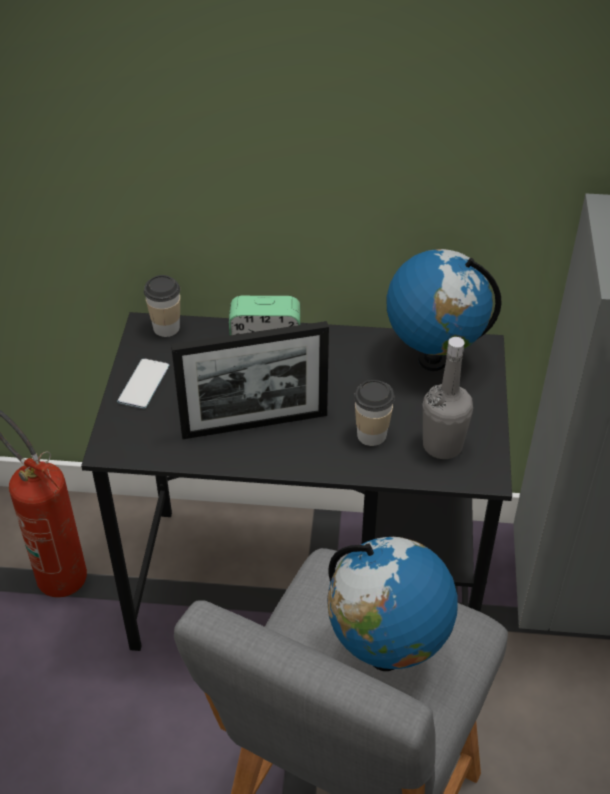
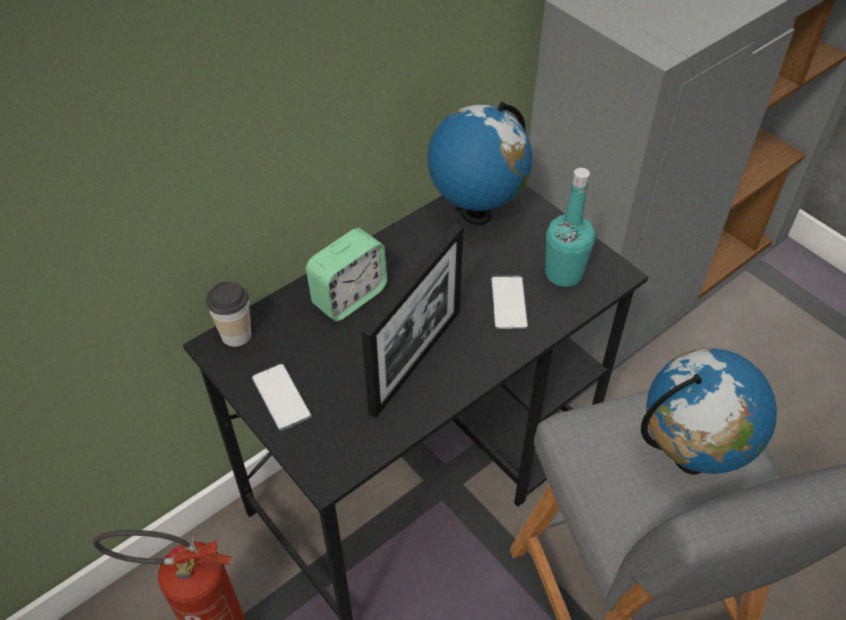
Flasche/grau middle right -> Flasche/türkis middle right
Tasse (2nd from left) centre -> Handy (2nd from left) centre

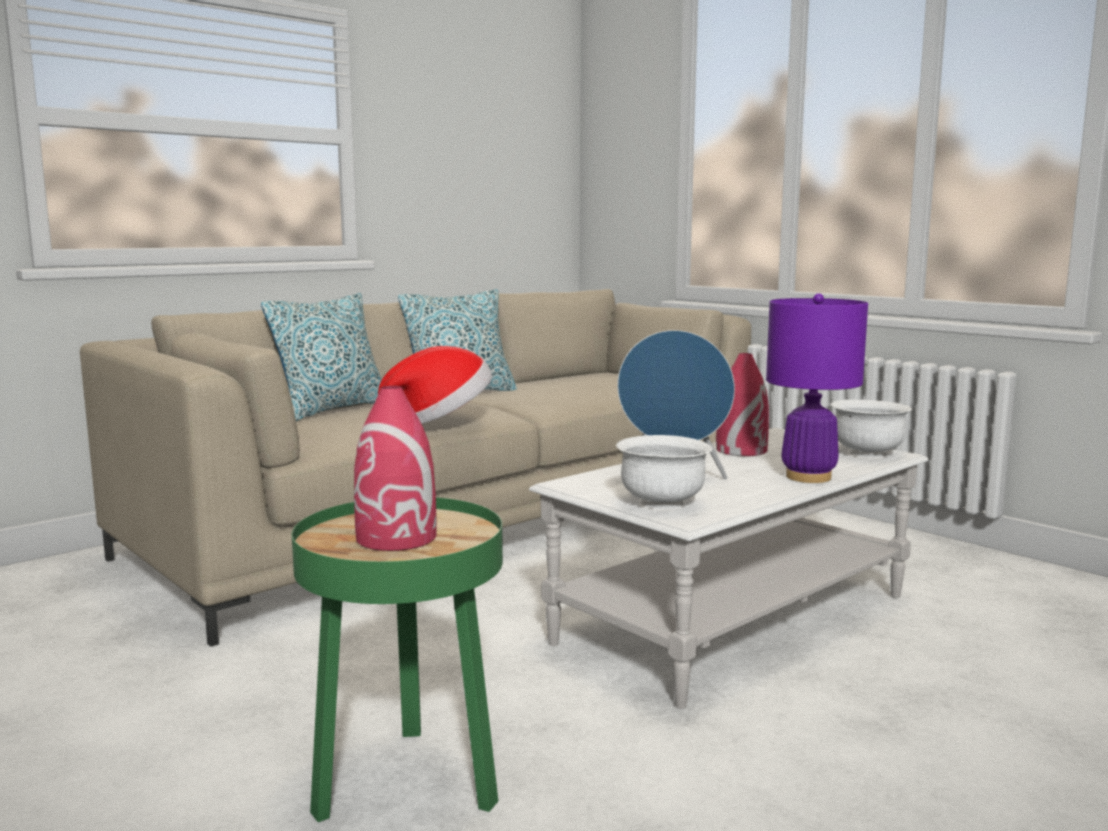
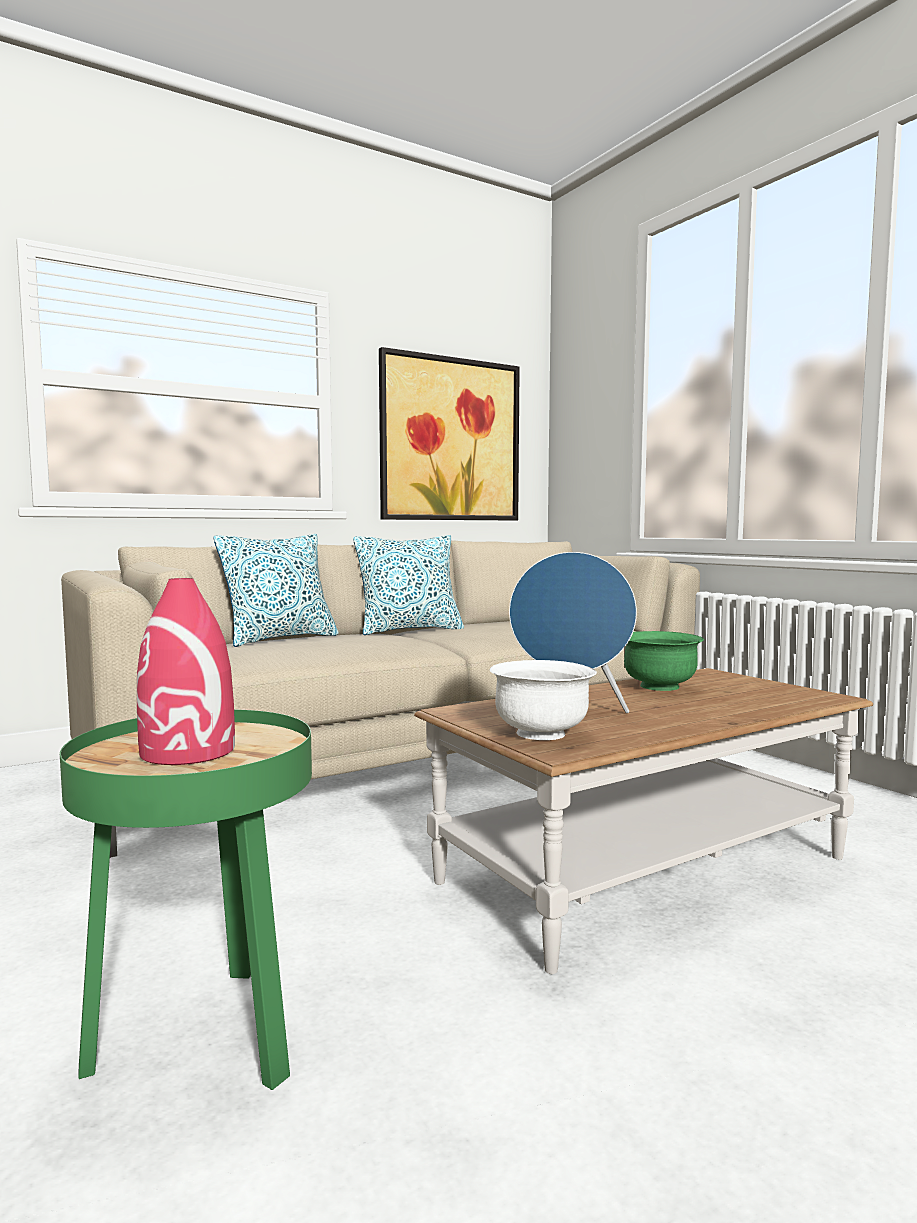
Tischlampe/lila middle right -> none
Hut centre -> none
Vase/rot (2nd from left) middle right -> Schüssel/grün middle right
Schüssel/weiß (2nd from left) middle right -> none
Couchtisch/weiß bottom centre -> Couchtisch/braun bottom right
none -> Bild centre

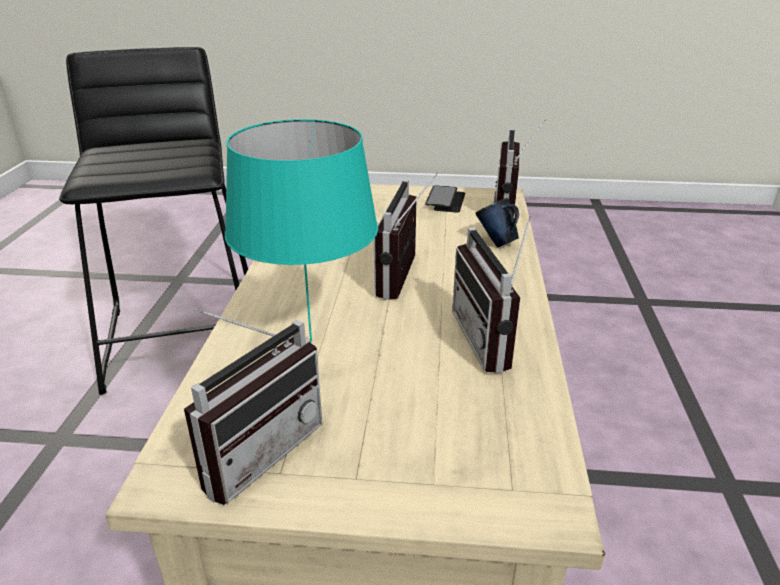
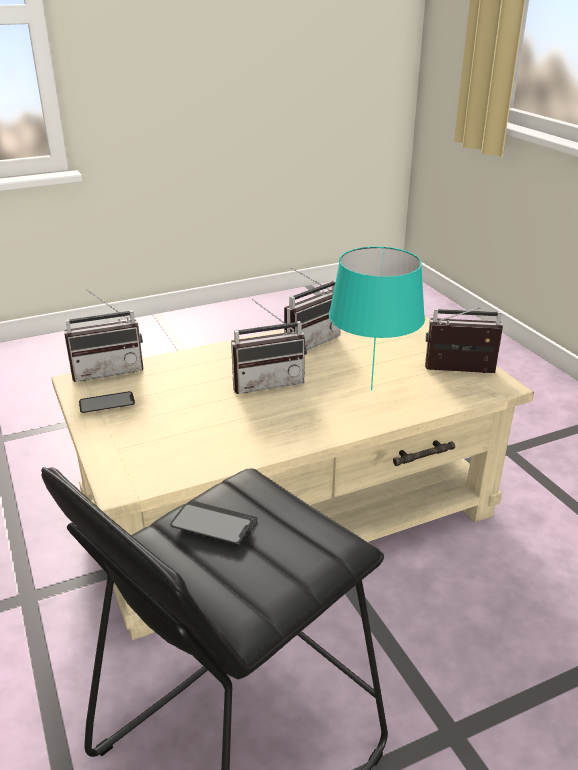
Henkelbecher/blau centre -> none
none -> Handy (2nd from left) bottom centre

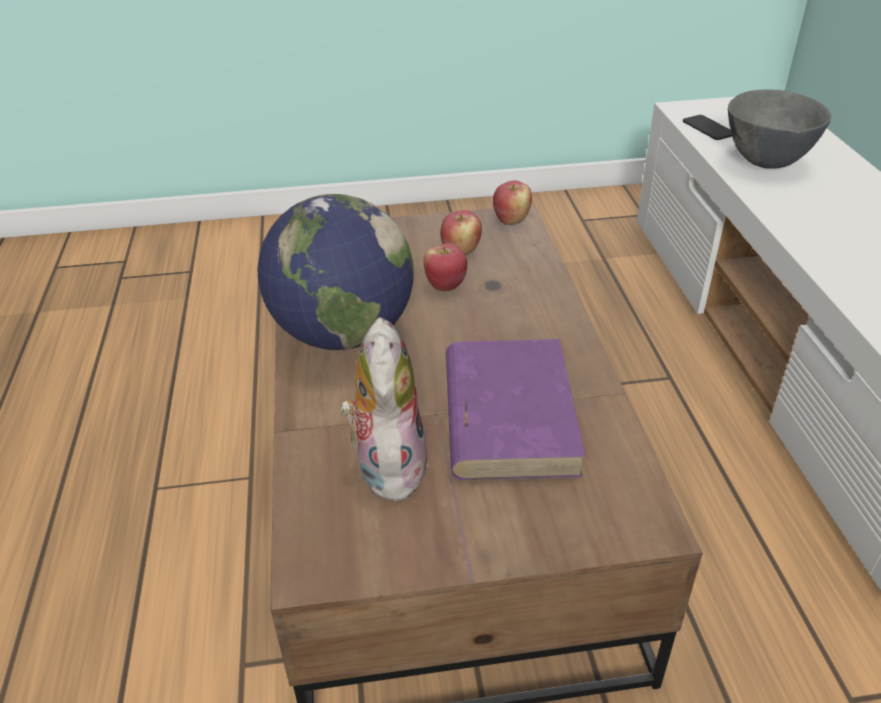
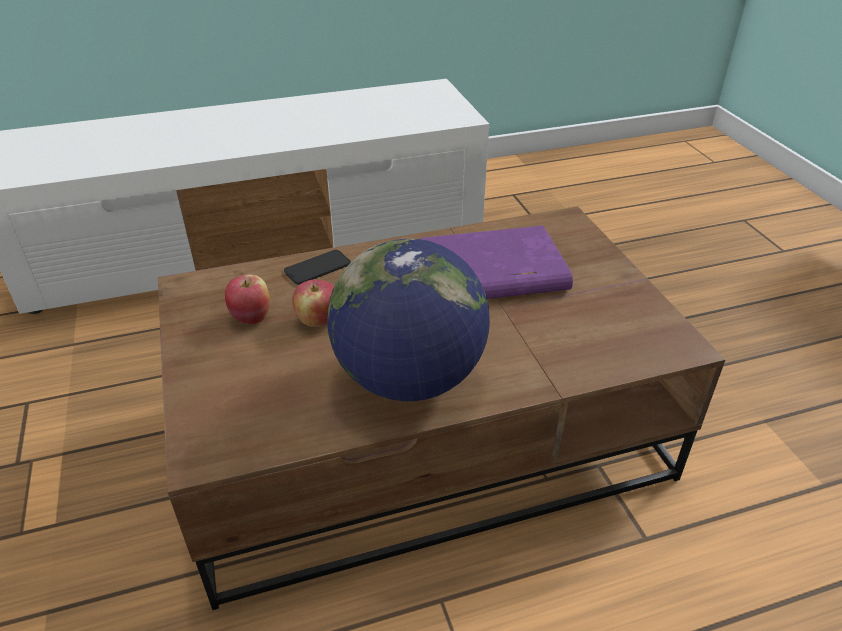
Schüssel/grau top right -> none
Handy top right -> Handy centre, moved
Apfel (3rd from left) top centre -> none
Plüschtier centre -> none

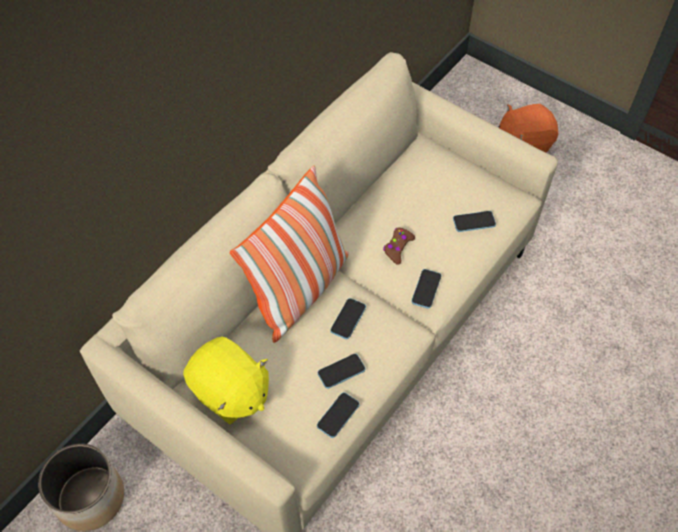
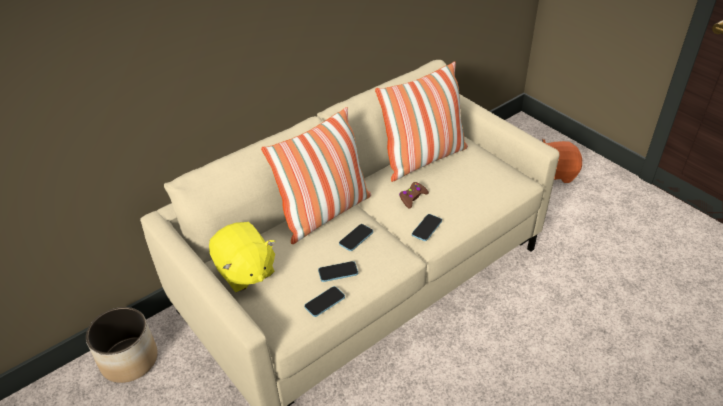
Handy (5th from left) middle right -> none
none -> Kissen (2nd from left) top centre

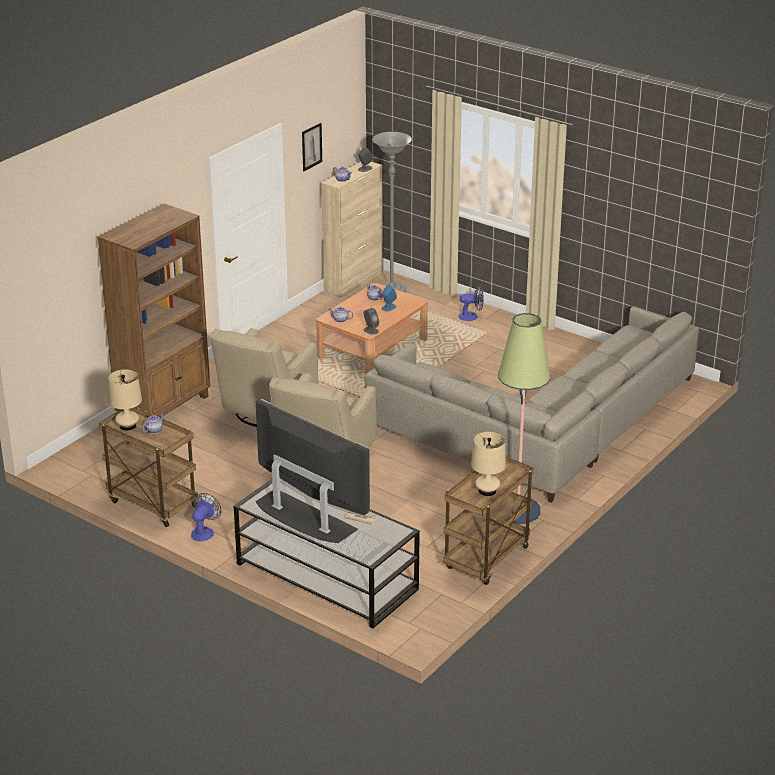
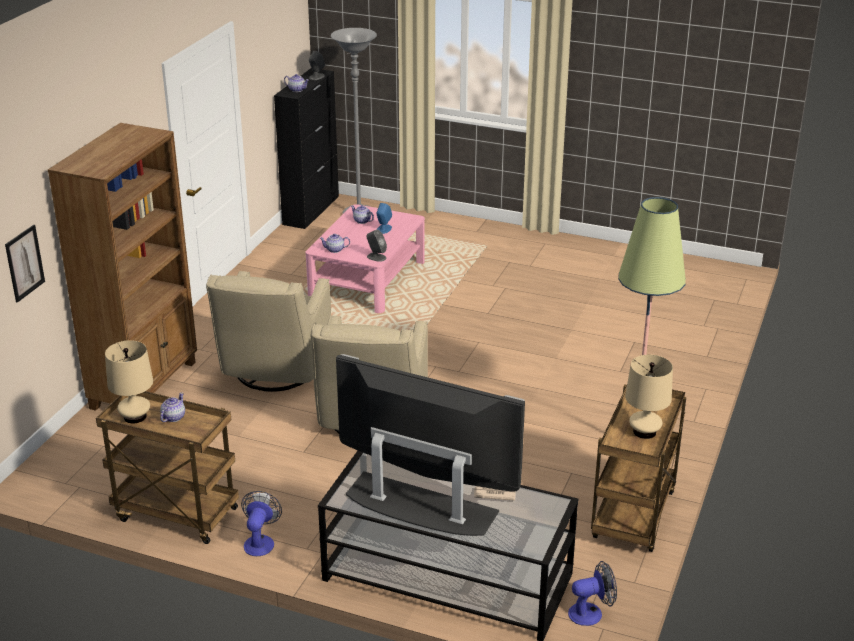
Bild top centre -> Bild middle left, moved
Schrank/beige top centre -> Schrank/schwarz top centre
Couchtisch/braun centre -> Couchtisch/rosa centre
Ventilator (2nd from left) centre -> Ventilator (2nd from left) bottom right, moved
Sofa/grau middle right -> none

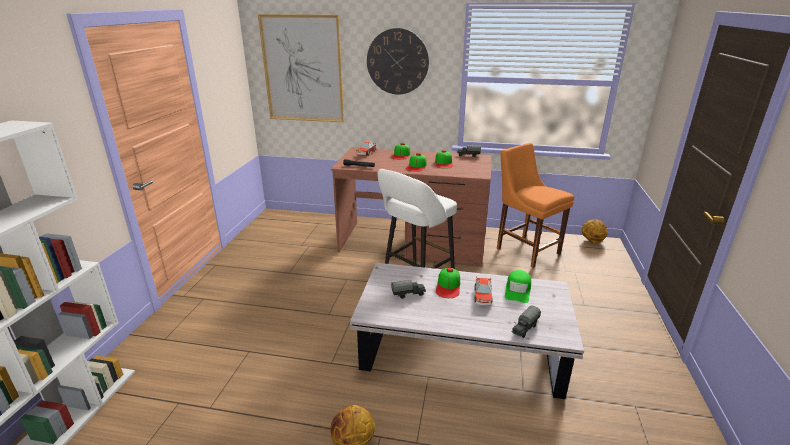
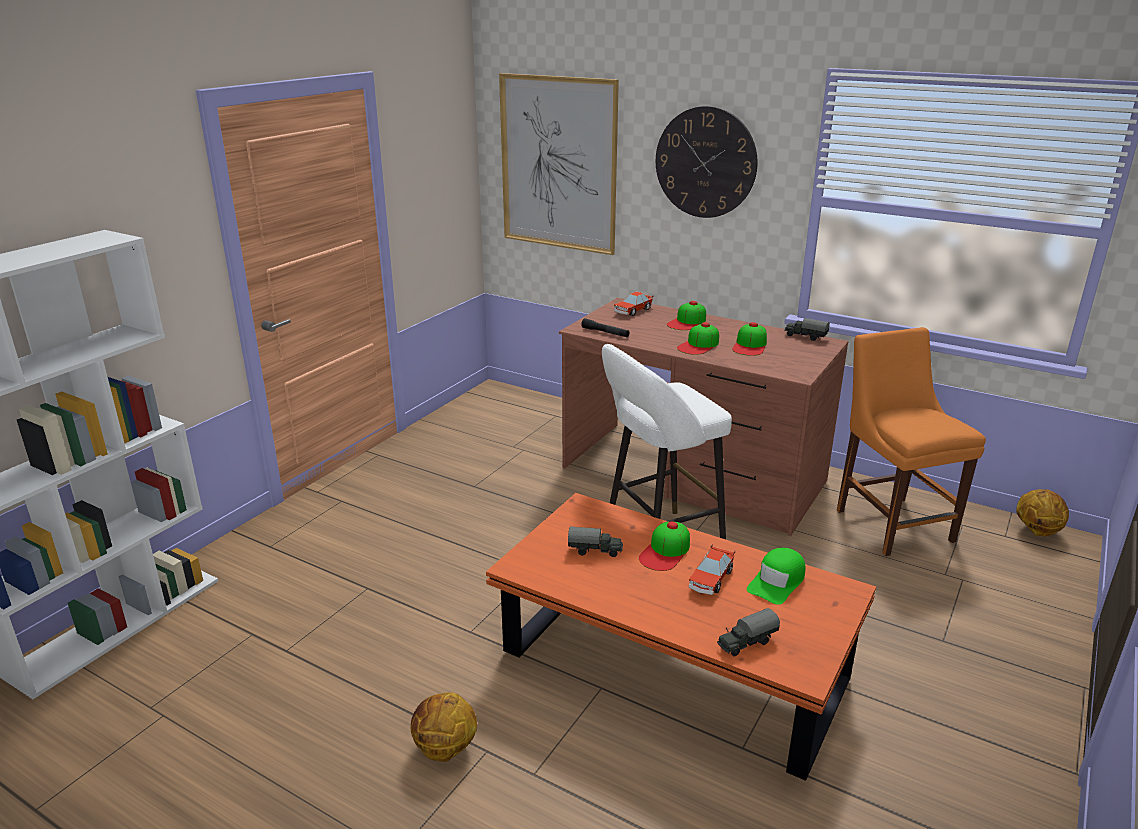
Couchtisch/weiß bottom centre -> Couchtisch/orange bottom centre

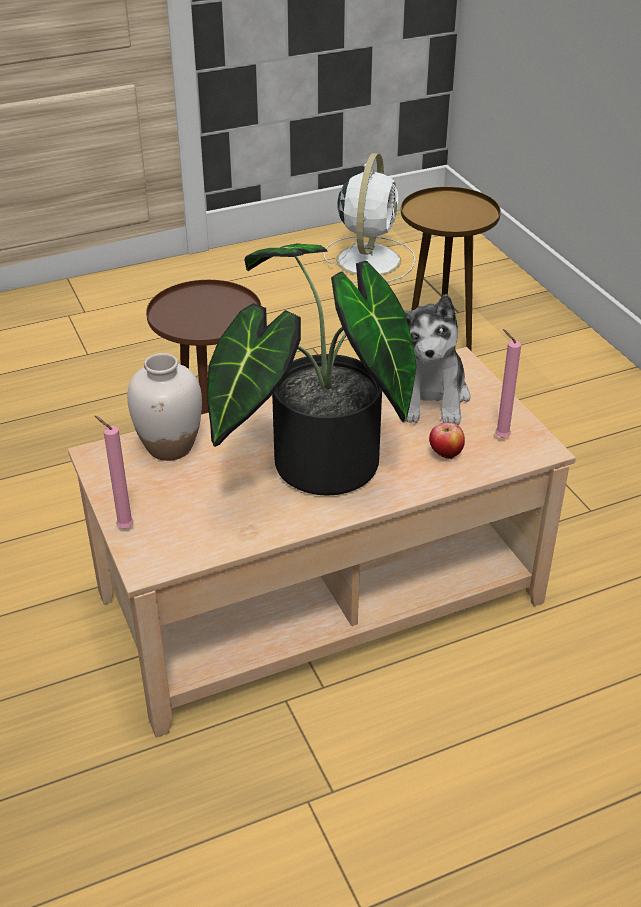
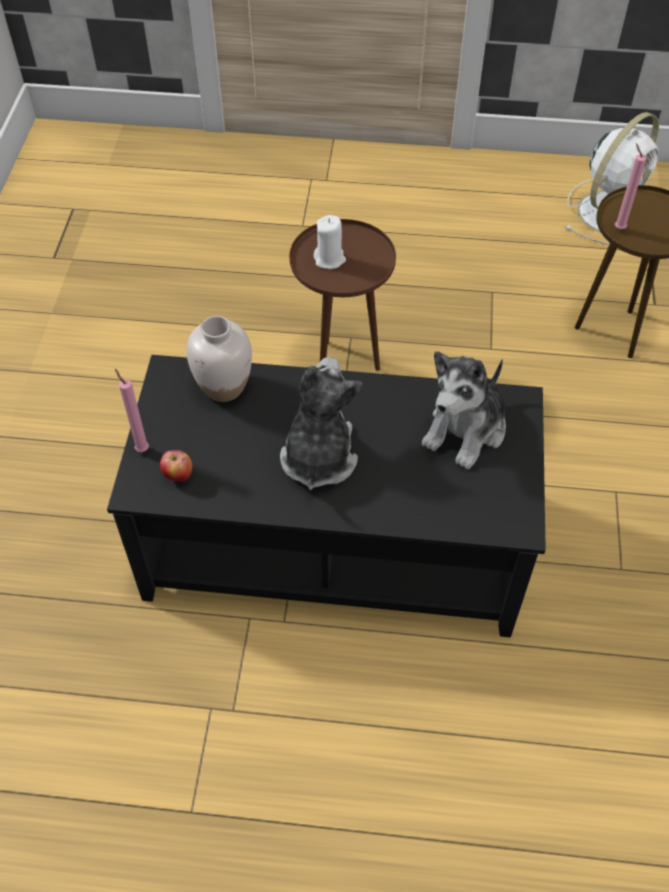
Topfpflanze centre -> Plüschtier (1st from left) centre
Kerze/rosa (2nd from left) middle right -> Kerze/rosa (2nd from left) top right, moved
Couchtisch/beige centre -> Couchtisch/schwarz centre
Apfel middle right -> Apfel middle left, moved
none -> Kerze/weiß top centre

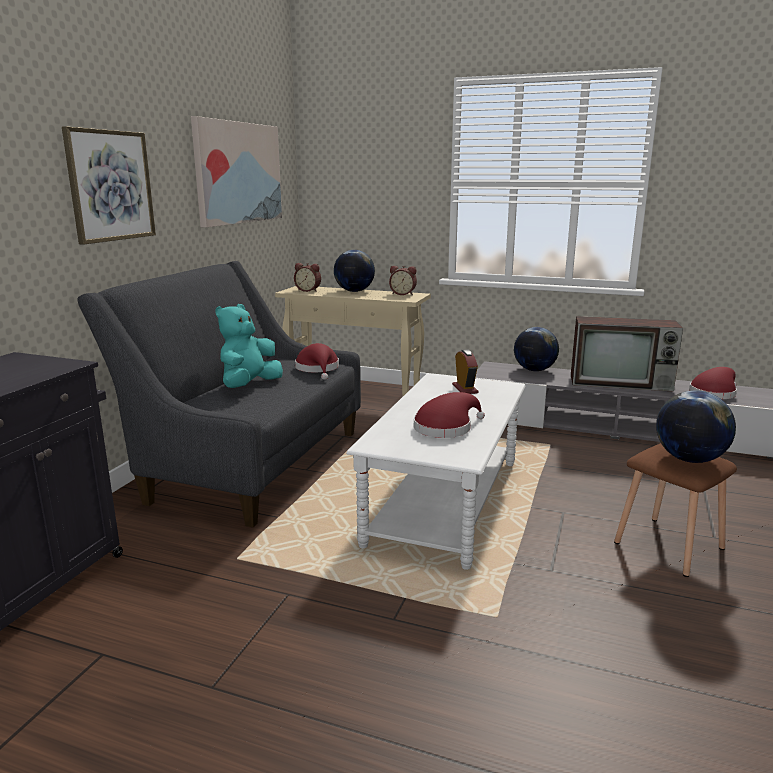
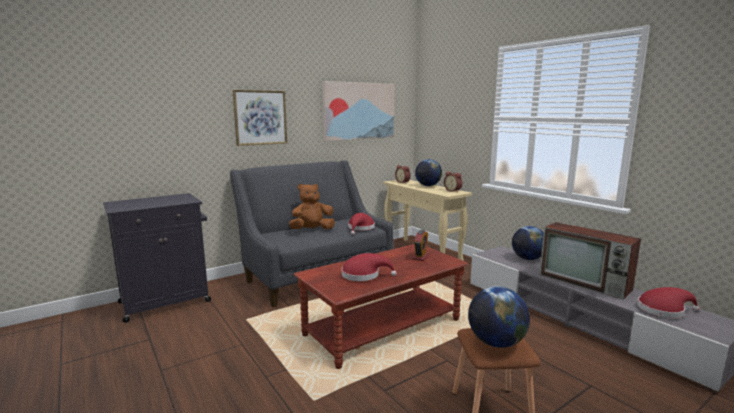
Plüschtier/türkis middle left -> Plüschtier/braun centre
Couchtisch/weiß centre -> Couchtisch/braun bottom centre

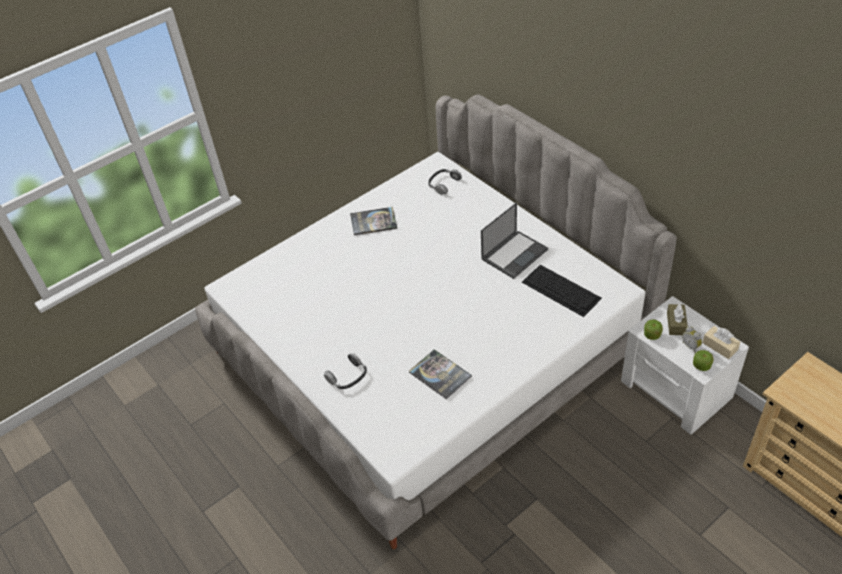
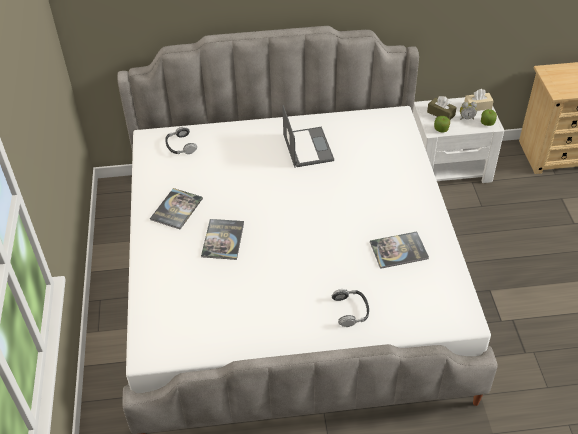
Tastatur middle right -> none
none -> Buch (2nd from left) centre

